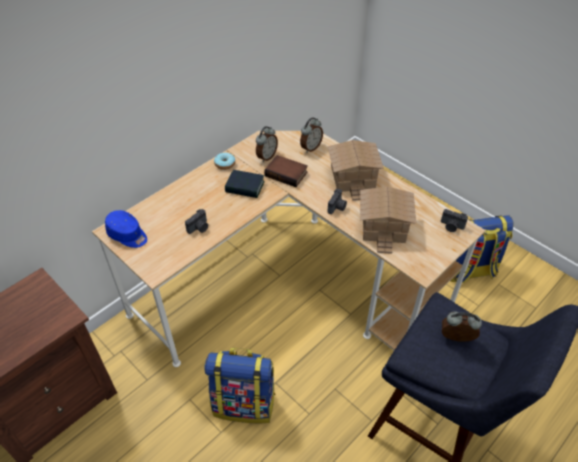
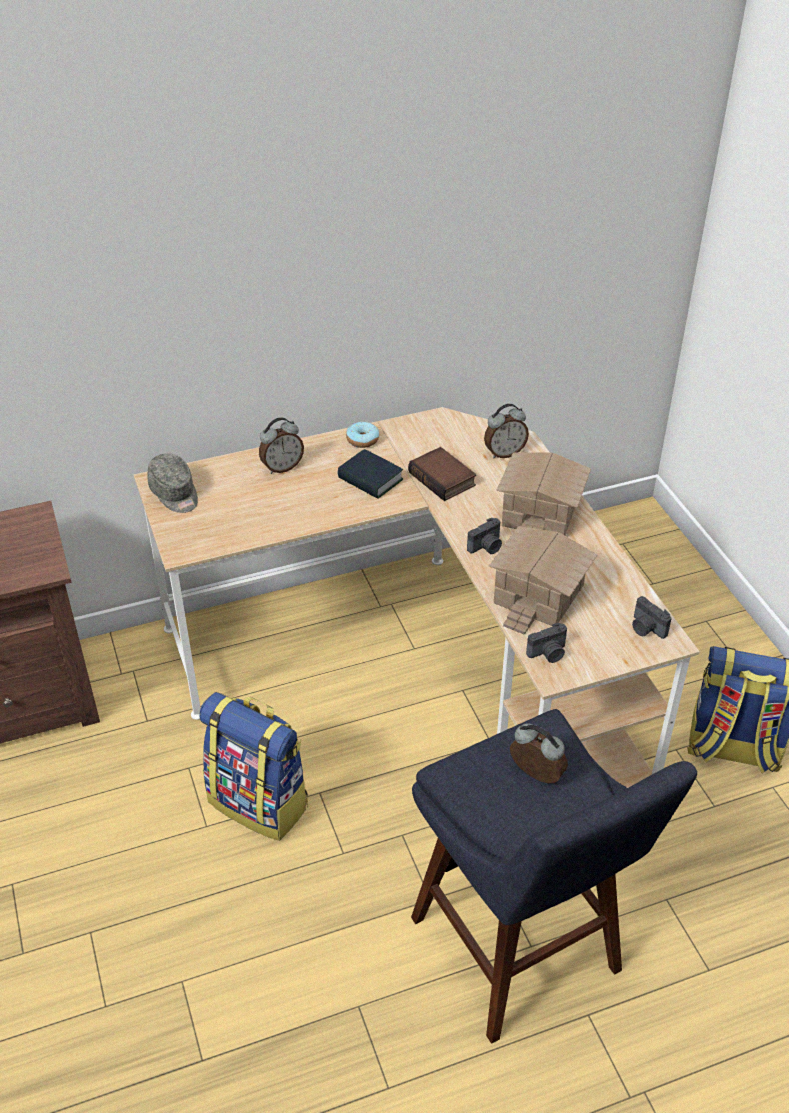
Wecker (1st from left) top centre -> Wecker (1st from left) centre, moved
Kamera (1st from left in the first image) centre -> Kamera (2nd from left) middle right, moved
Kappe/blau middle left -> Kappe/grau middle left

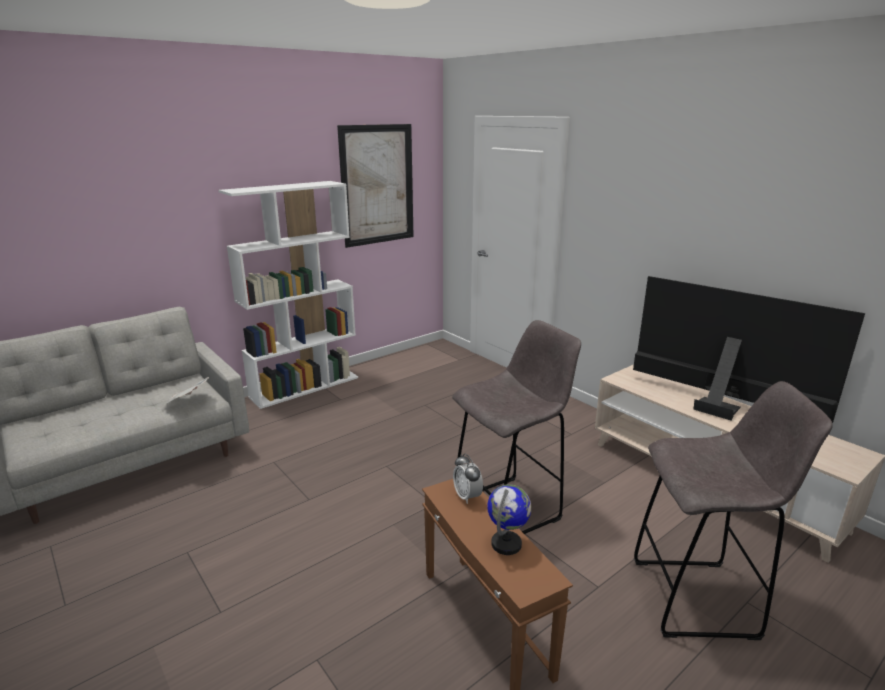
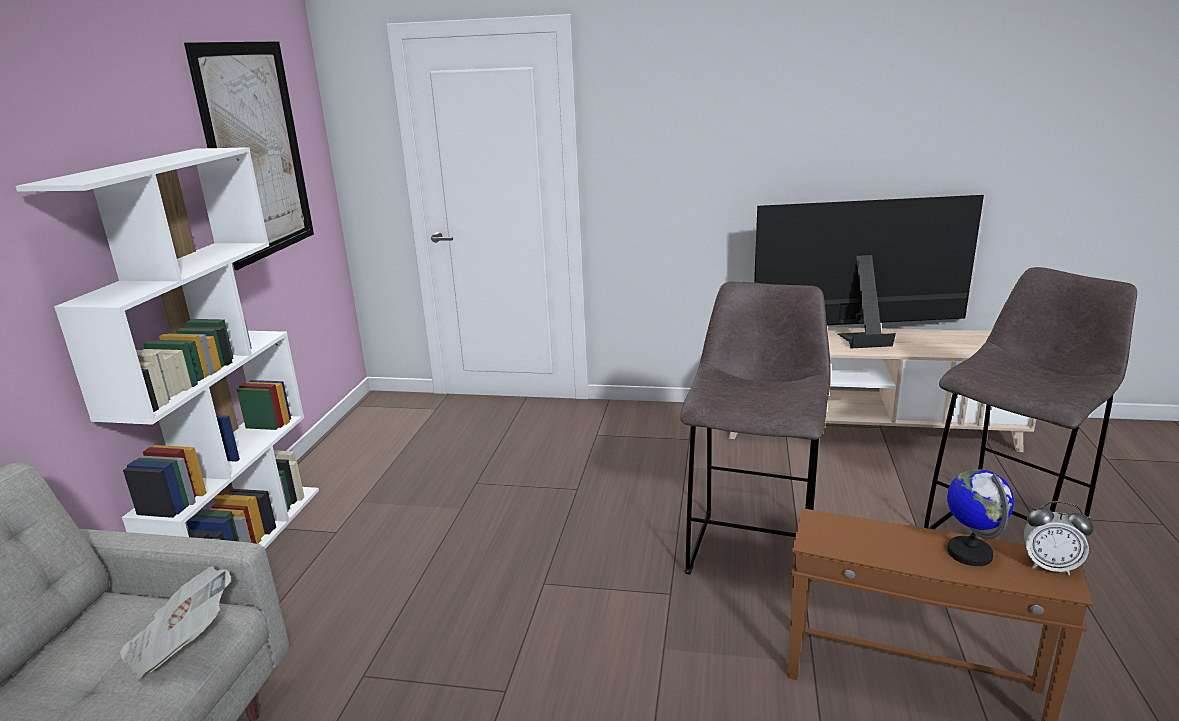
Wecker bottom centre -> Wecker bottom right, moved

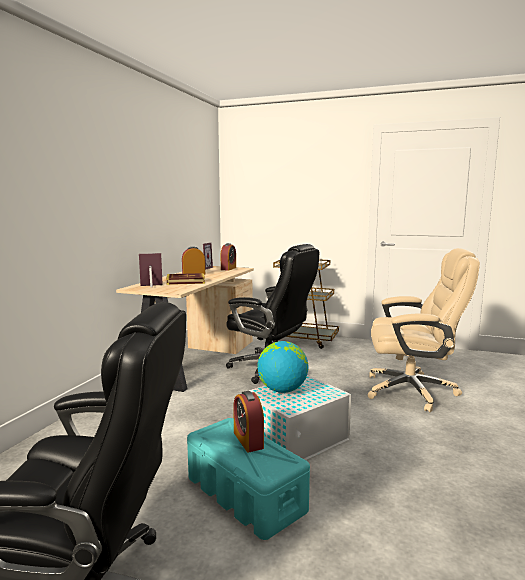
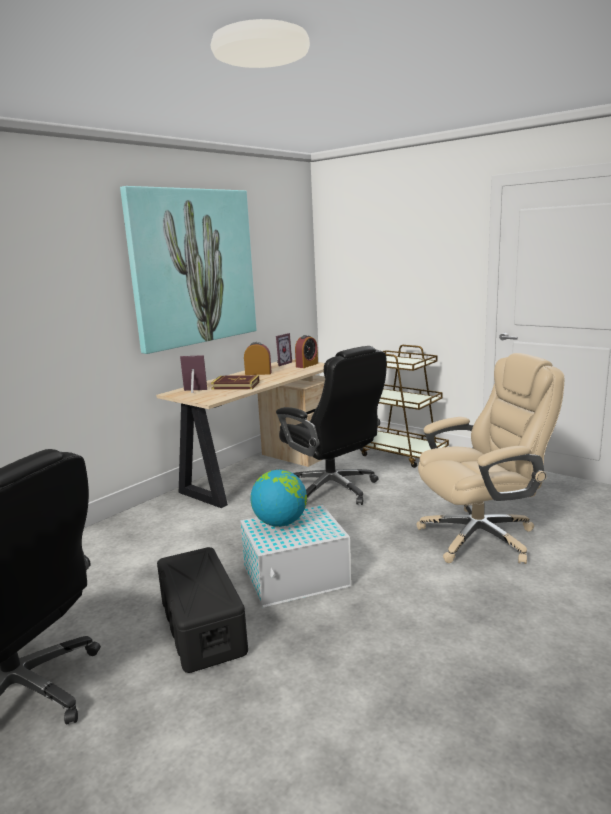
Bürostuhl/beige middle right, 45 degrees counterclockwise
Wecker (3rd from left) bottom centre -> none
Aufbewahrungsbox/türkis bottom centre -> Aufbewahrungsbox/schwarz bottom left
none -> Bild top left

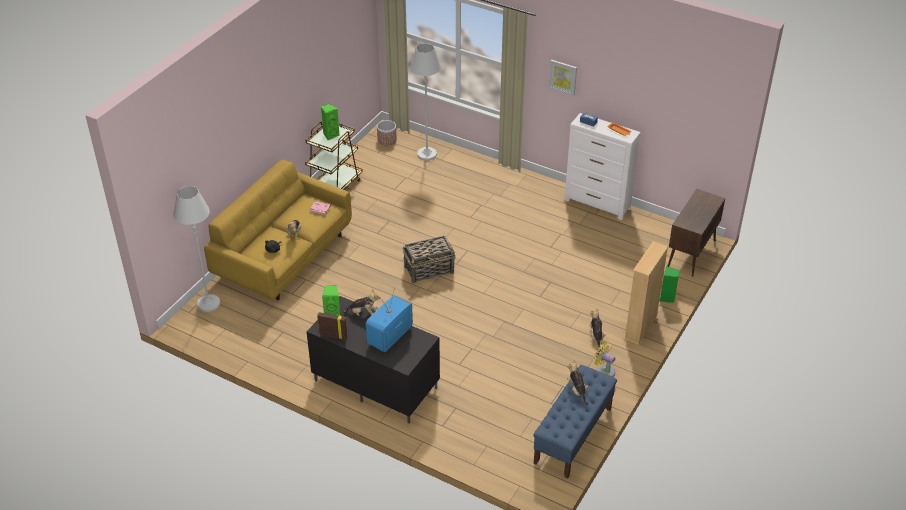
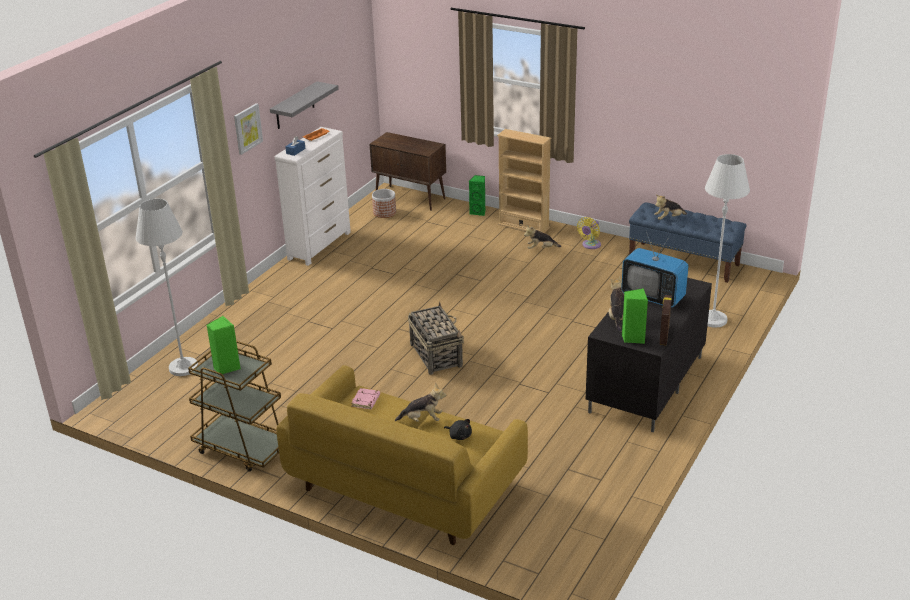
Pflanzkübel top centre -> Pflanzkübel centre, moved
Stehlampe/weiß (1st from left in the first image) middle left -> Stehlampe/weiß (2nd from left) middle right, moved
none -> Wandregal/grau top centre

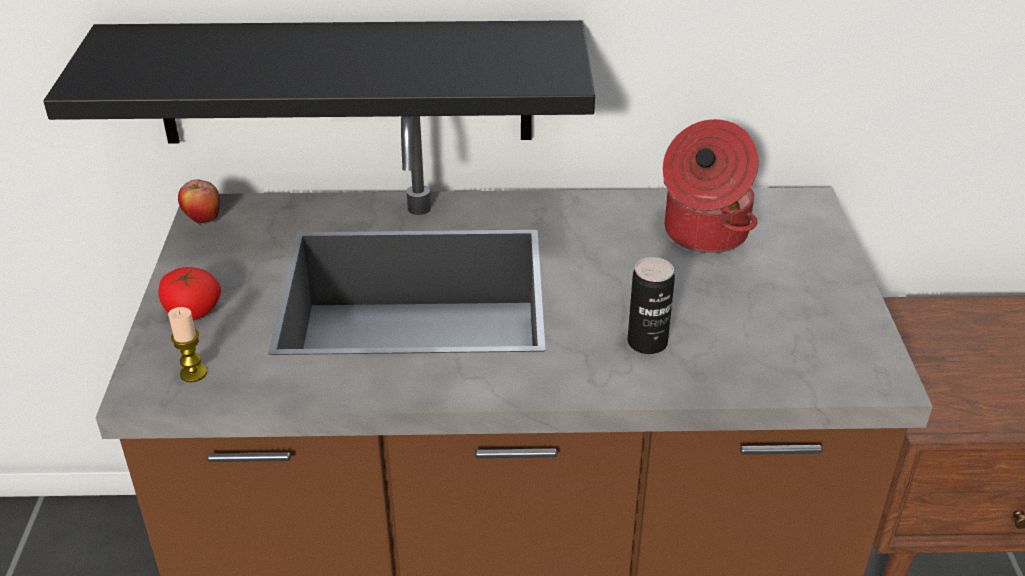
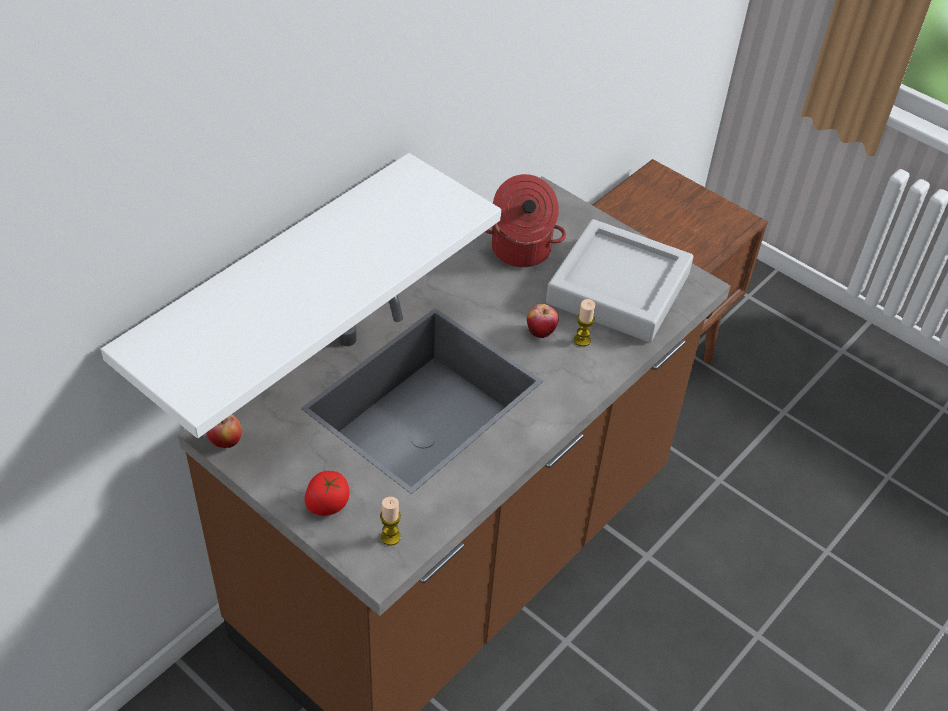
Wandregal/schwarz top left -> Wandregal/weiß middle left
Dose centre -> Kerze (2nd from left) centre
none -> Tablett/grau centre
none -> Apfel (2nd from left) centre

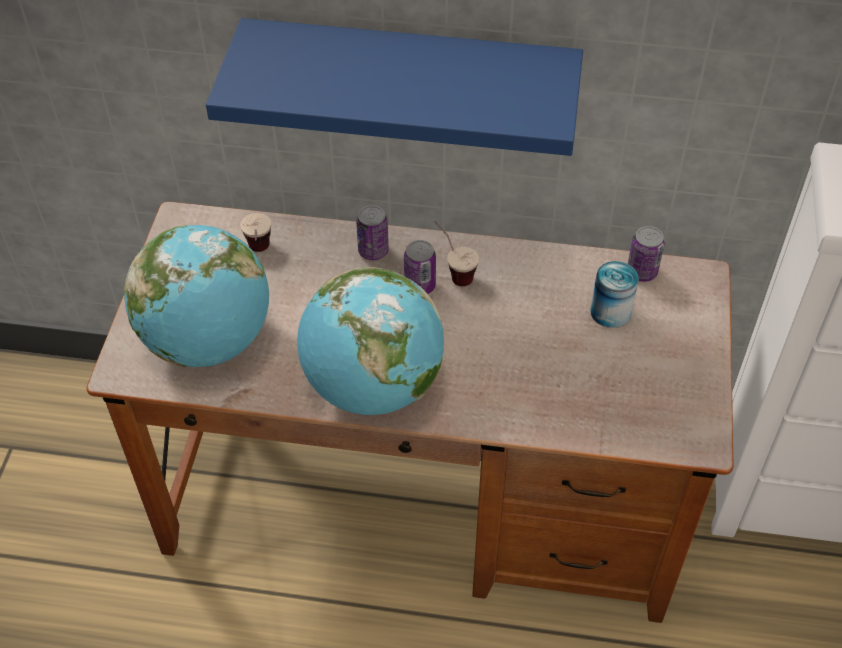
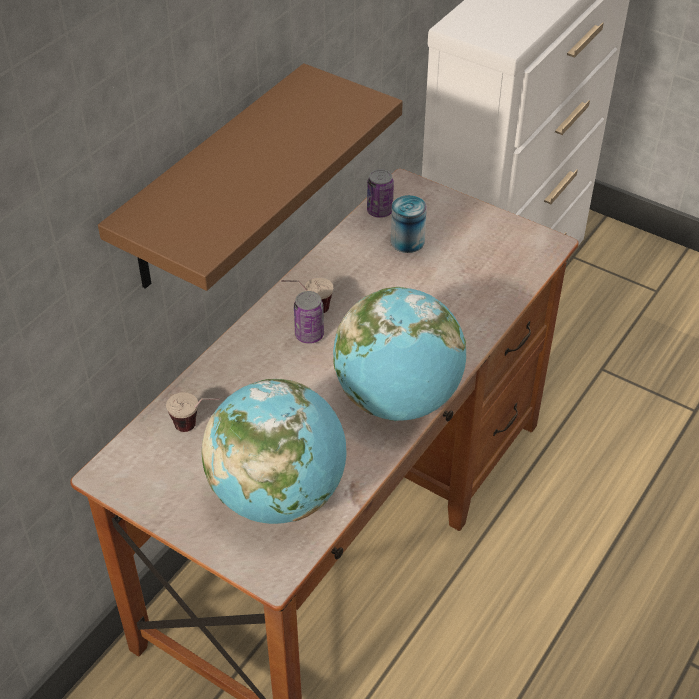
Wandregal/blau top centre -> Wandregal/braun top centre
Dose (1st from left) centre -> none

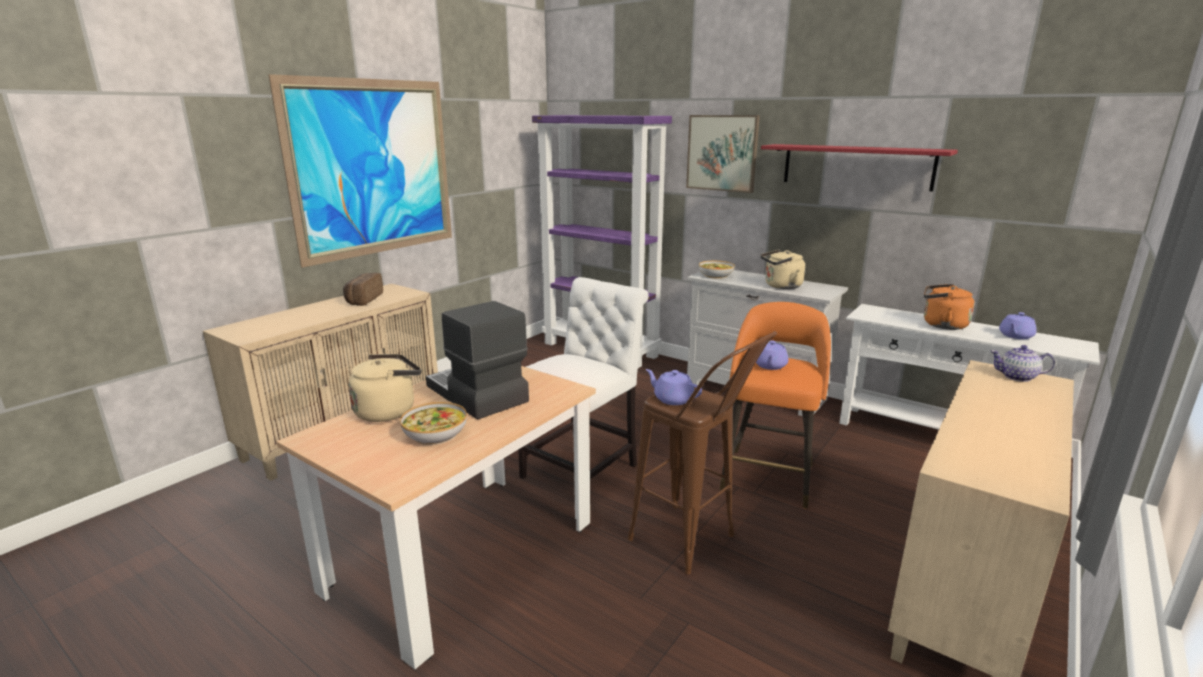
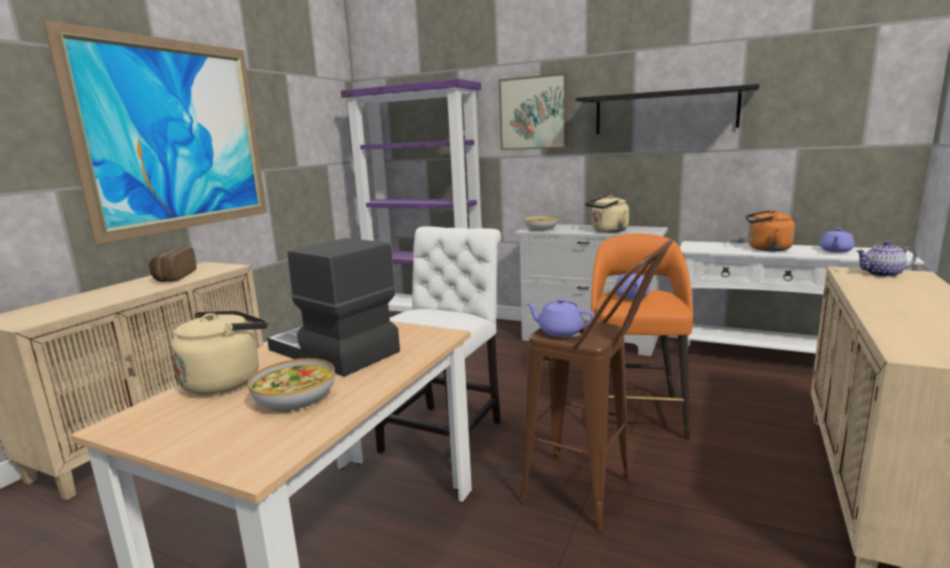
Wandregal/rot top right -> Wandregal/schwarz top right

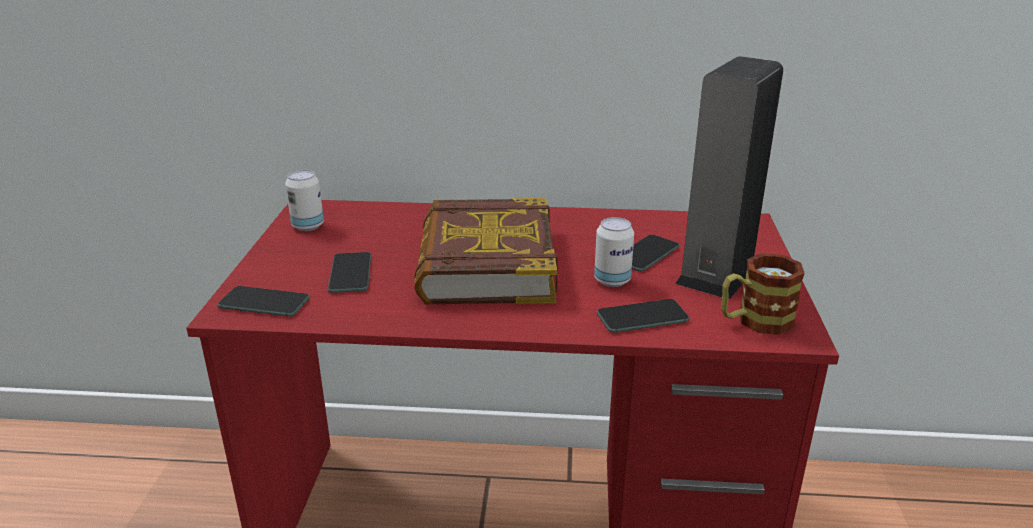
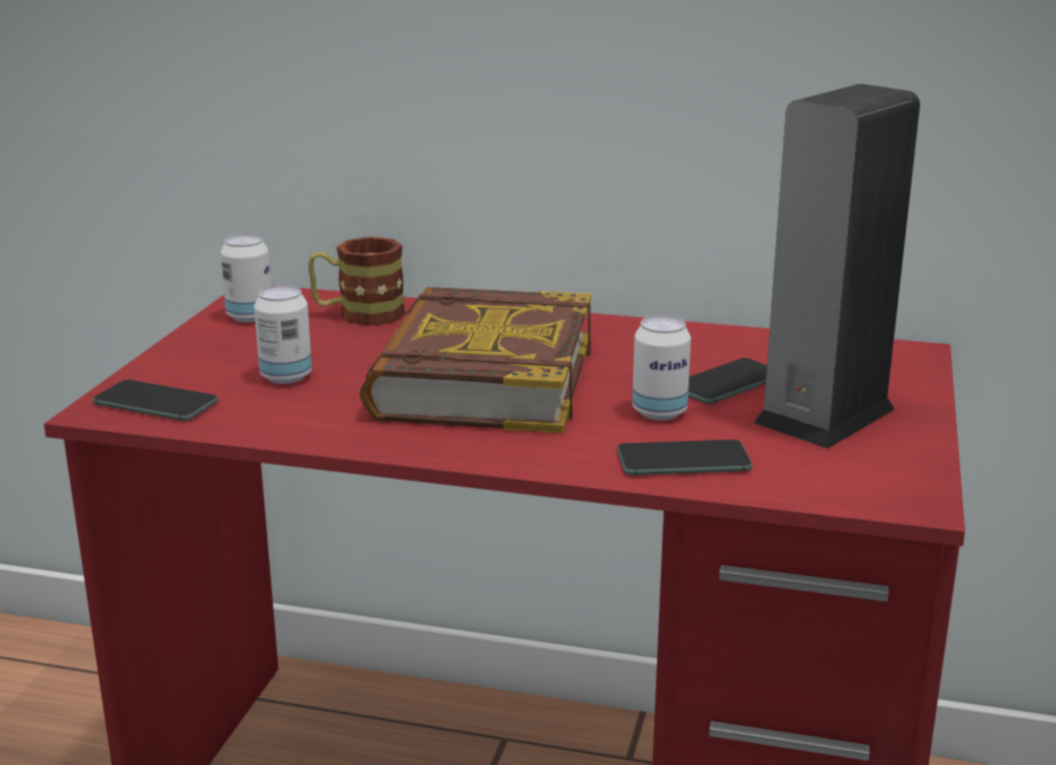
Handy (2nd from left) centre -> Dose (2nd from left) middle left
Henkelbecher middle right -> Henkelbecher centre, moved

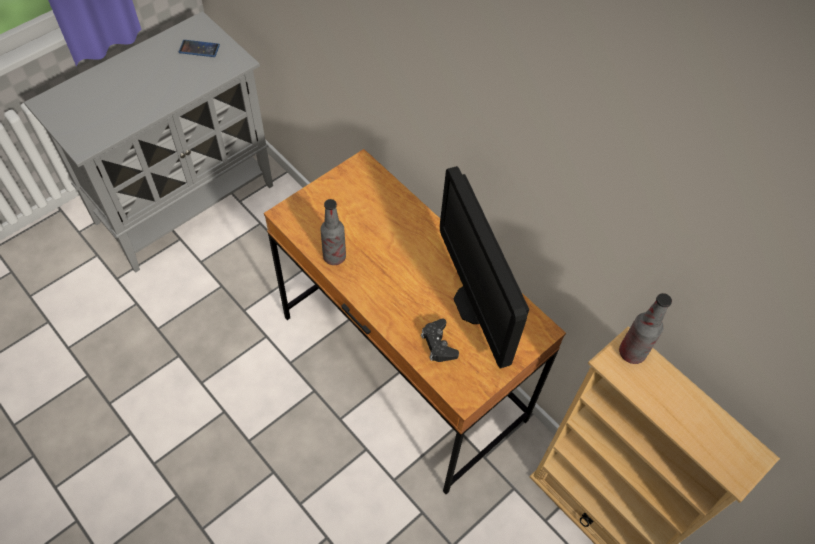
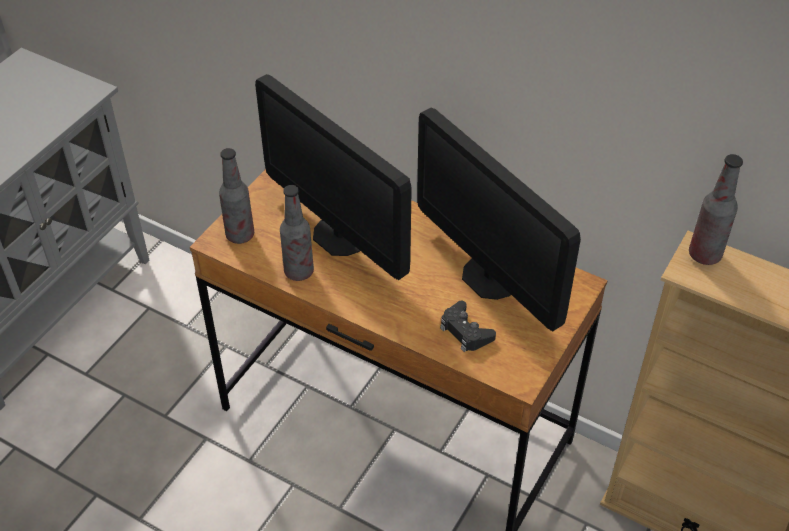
Handy top left -> none
none -> Monitor (1st from left) centre
none -> Flasche (1st from left) middle left

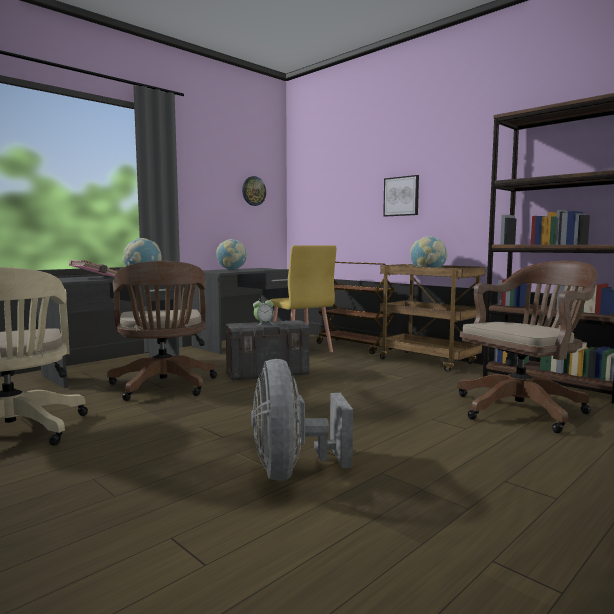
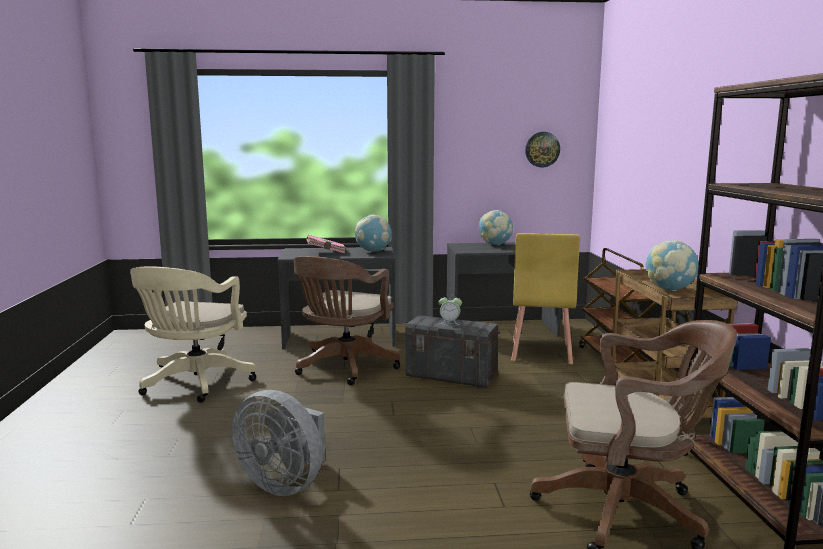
Bild top centre -> none
Ventilator/grau bottom centre, 90 degrees counterclockwise

